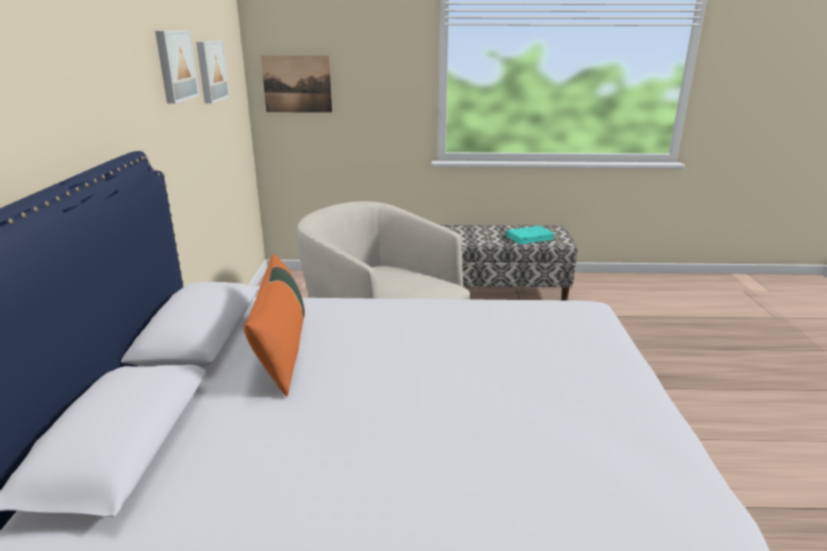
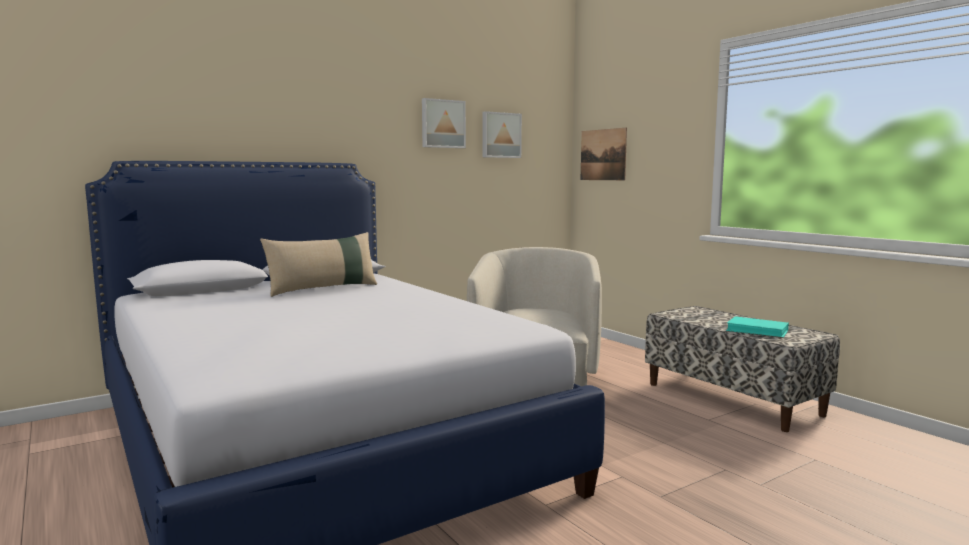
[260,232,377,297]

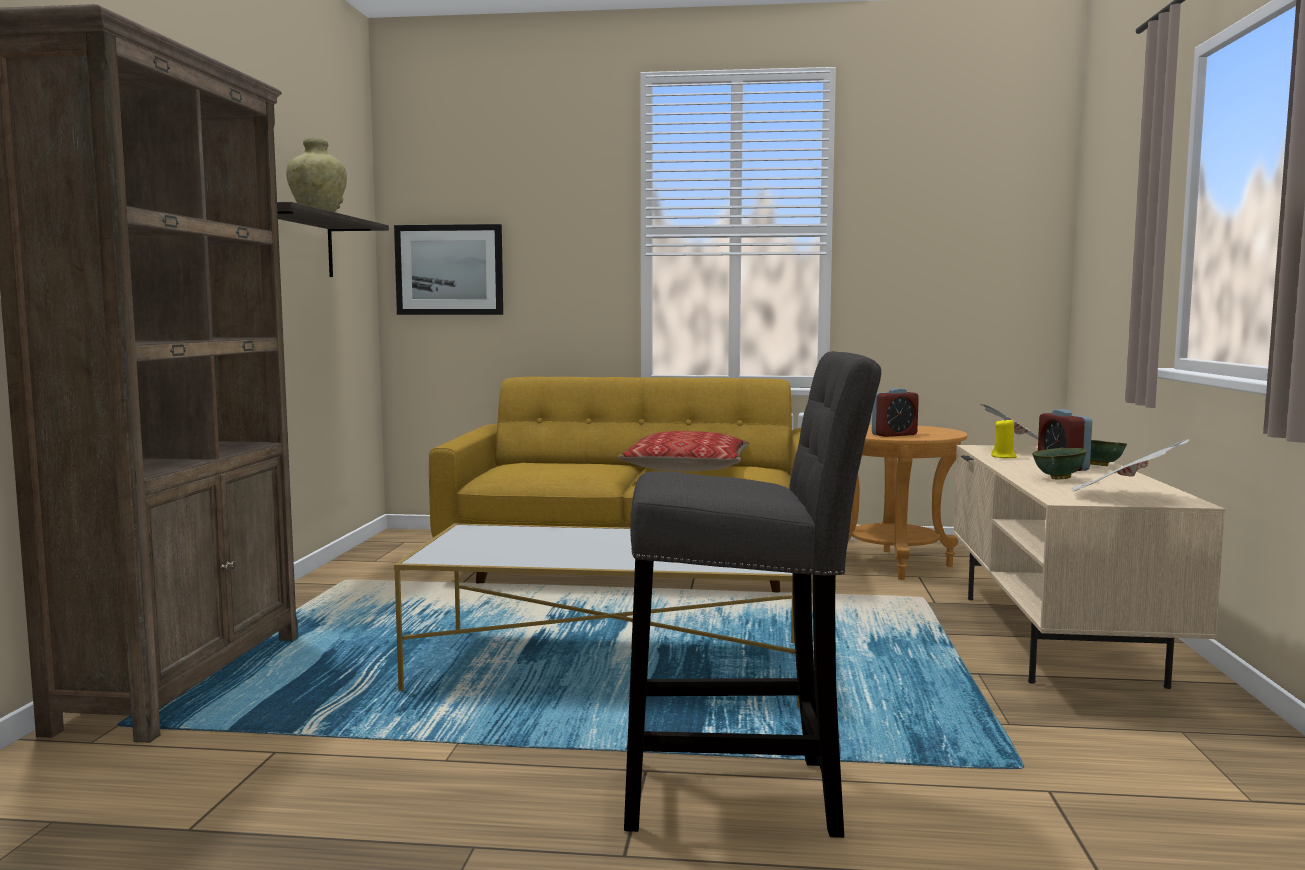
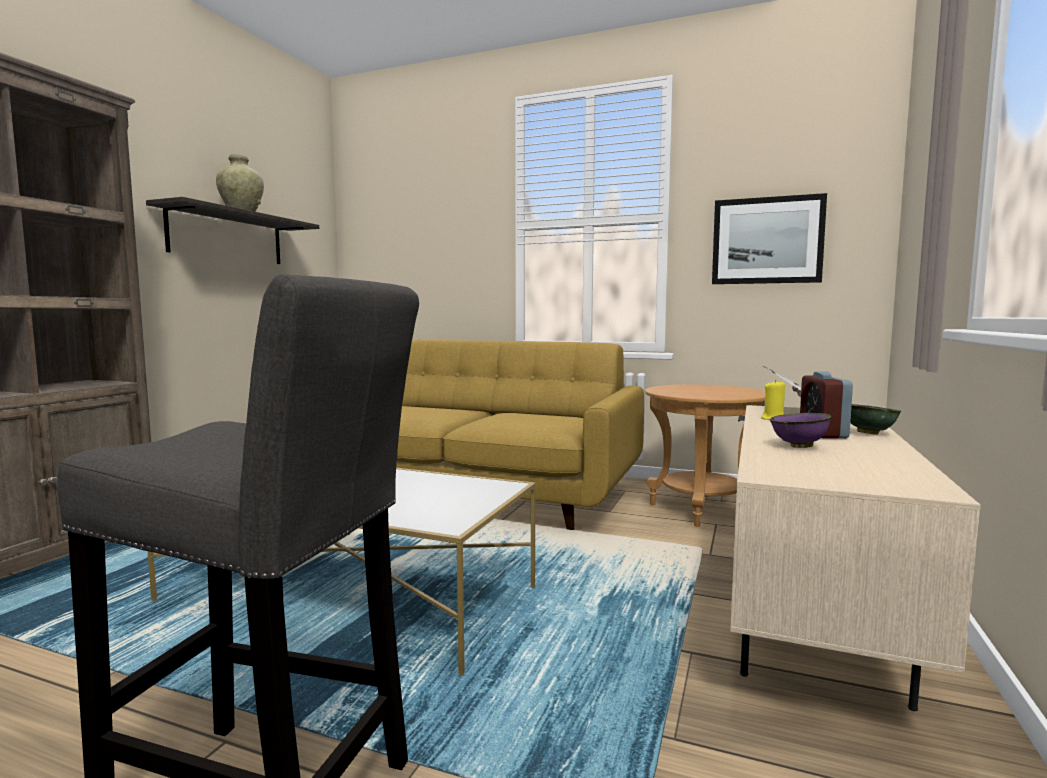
[712,193,827,284]
[770,413,831,448]
[618,431,750,471] (first image)
[872,388,919,437] (first image)
[1071,439,1190,491] (first image)

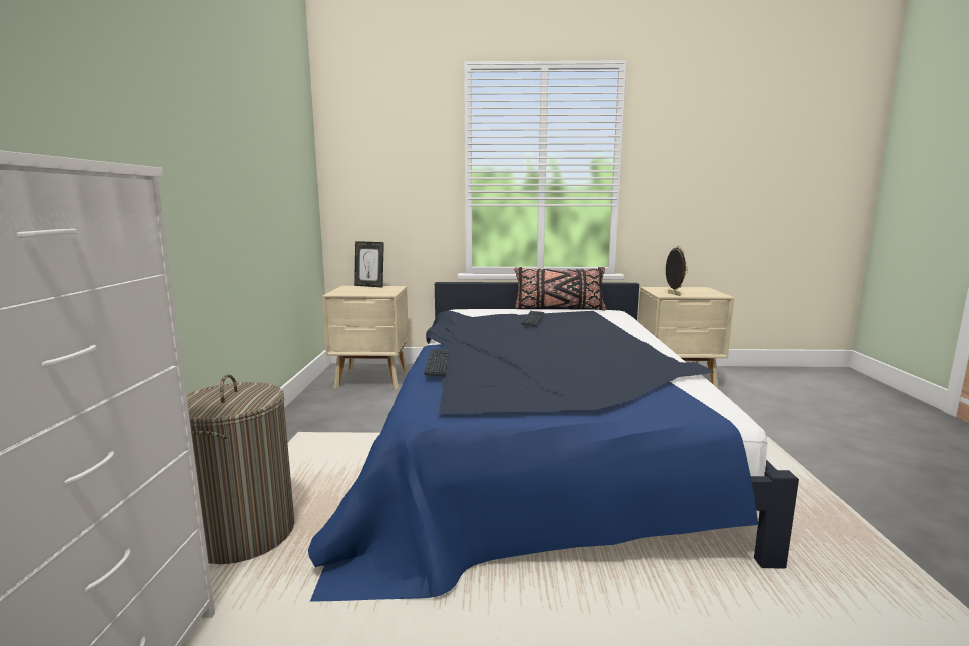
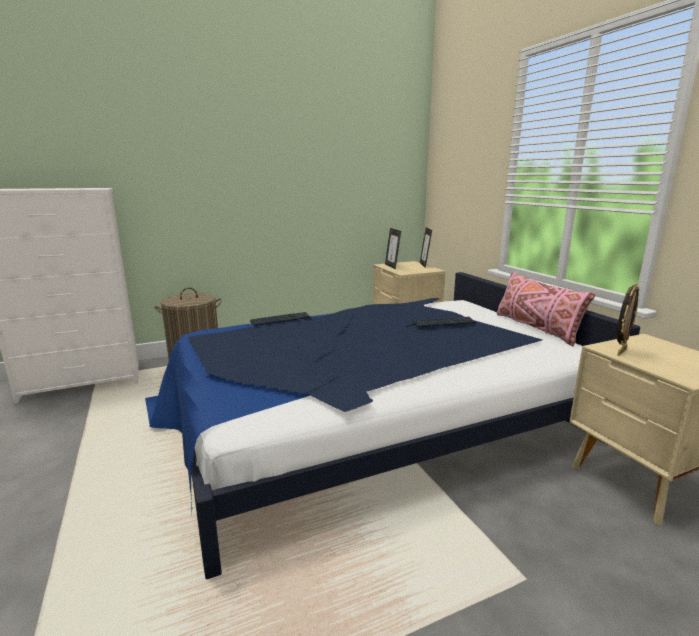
[385,228,401,269]
[497,272,596,346]

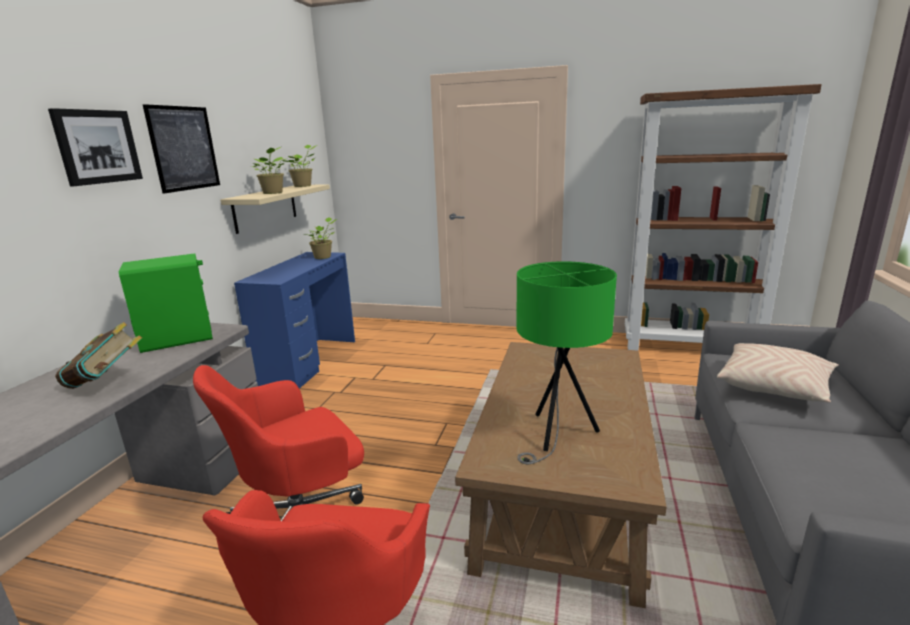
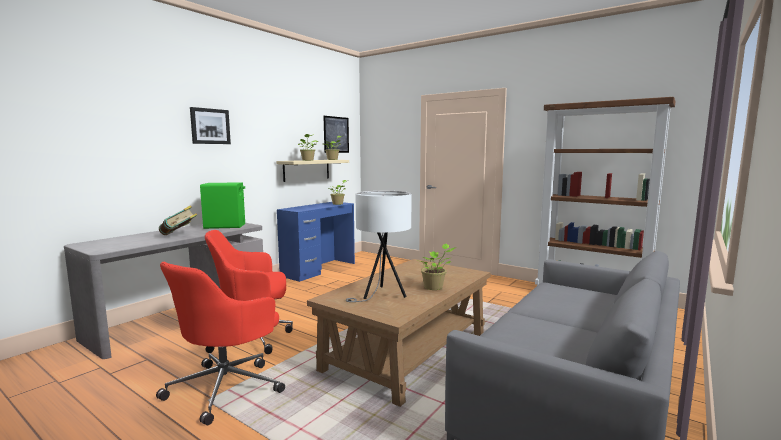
[324,116,349,153]
[346,191,412,302]
[420,243,455,290]
[717,343,839,403] (first image)

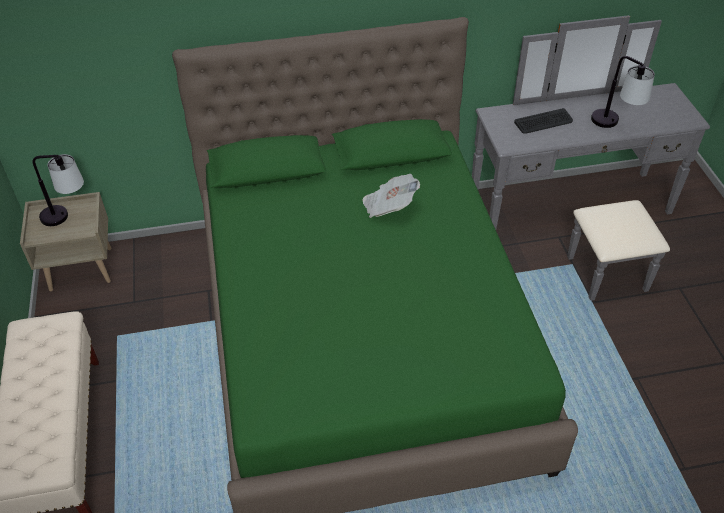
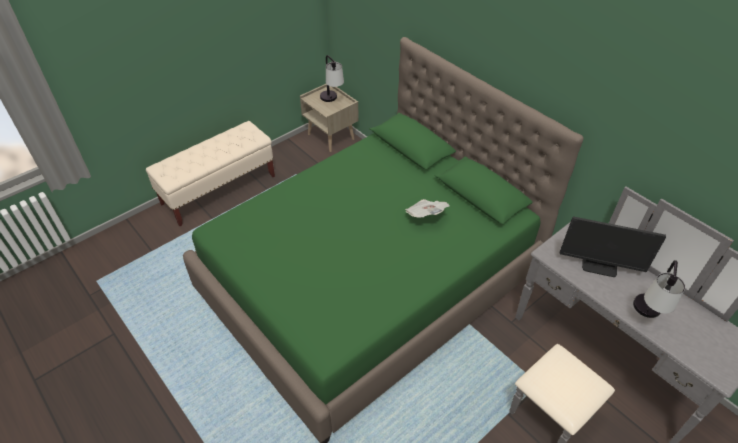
[560,217,666,277]

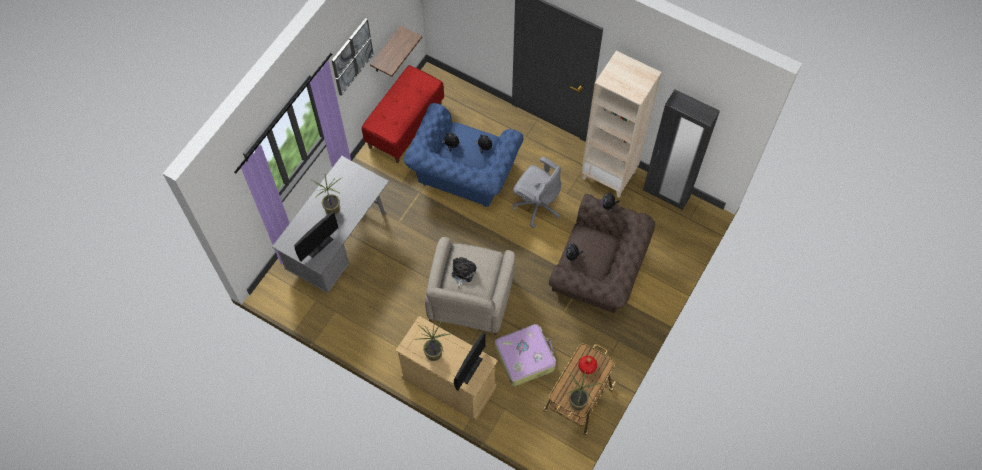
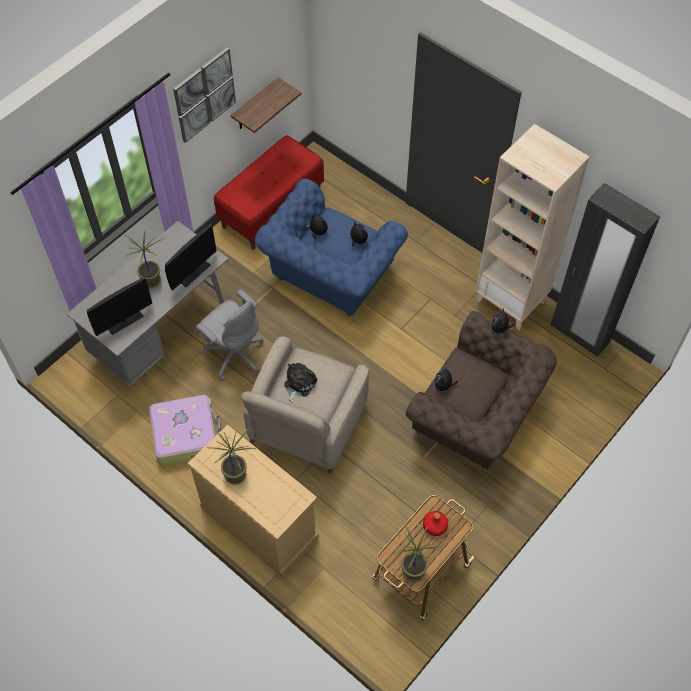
[149,395,220,466]
[165,224,217,291]
[196,289,263,381]

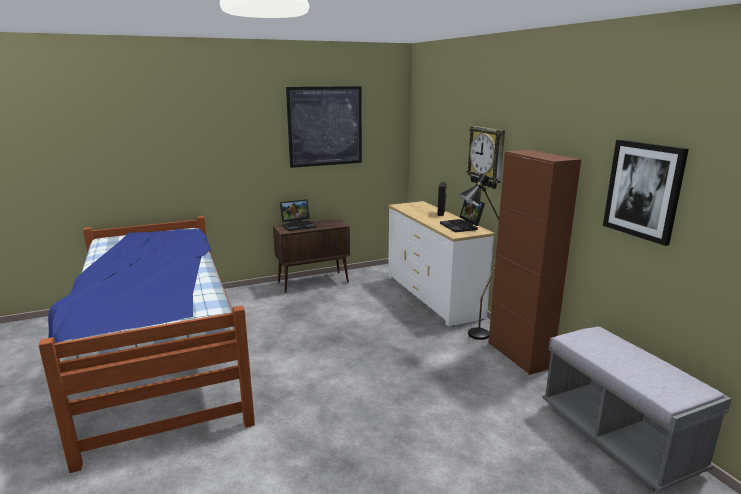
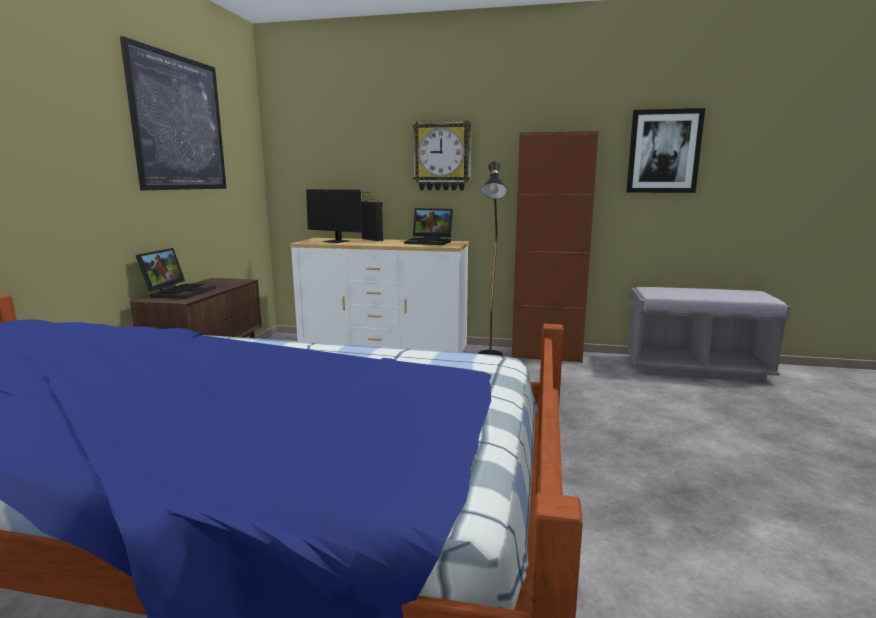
[306,189,374,243]

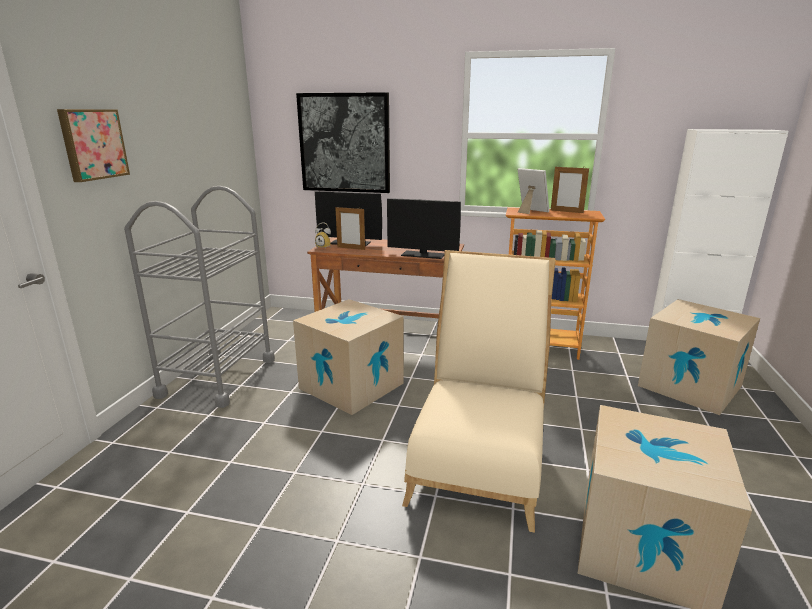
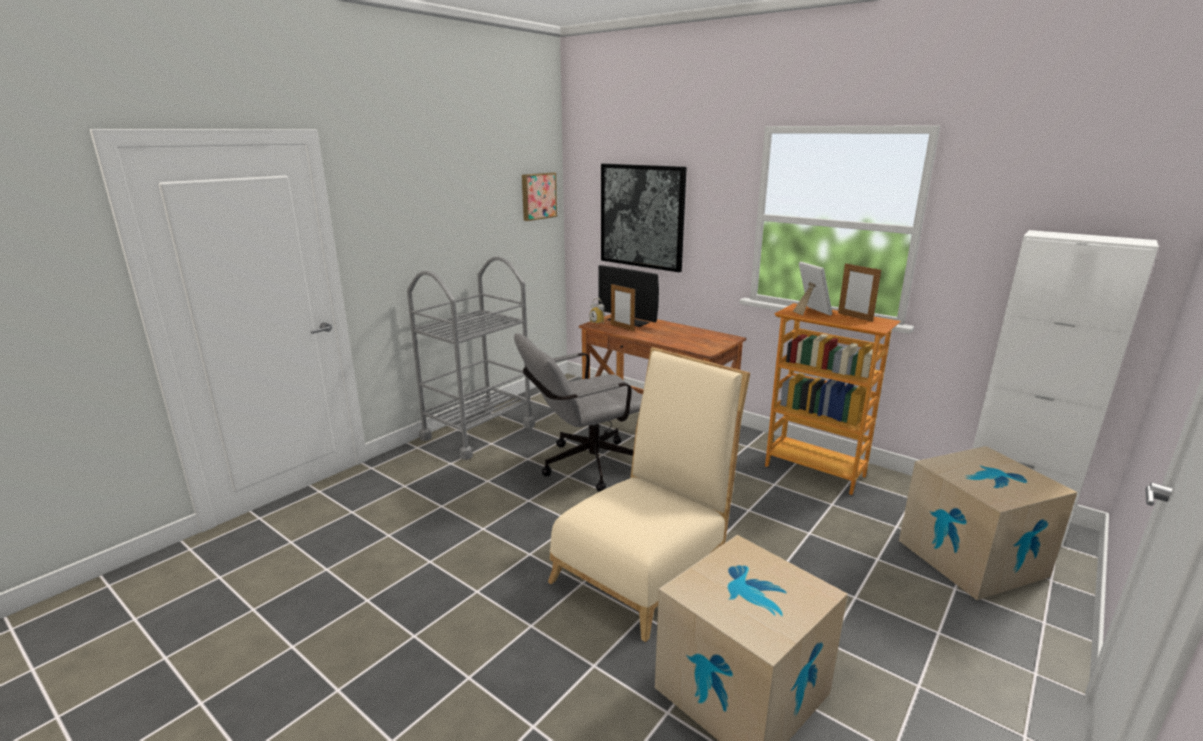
[514,333,643,492]
[522,172,557,221]
[387,198,461,259] (first image)

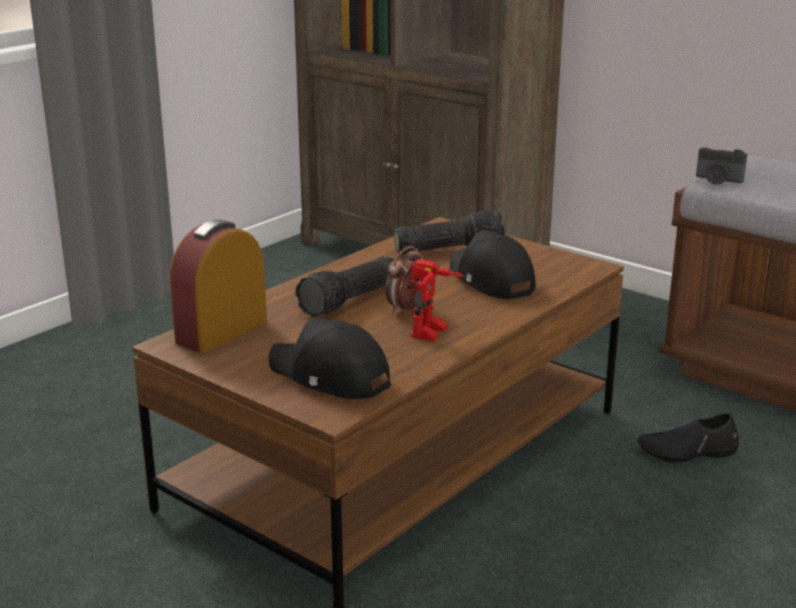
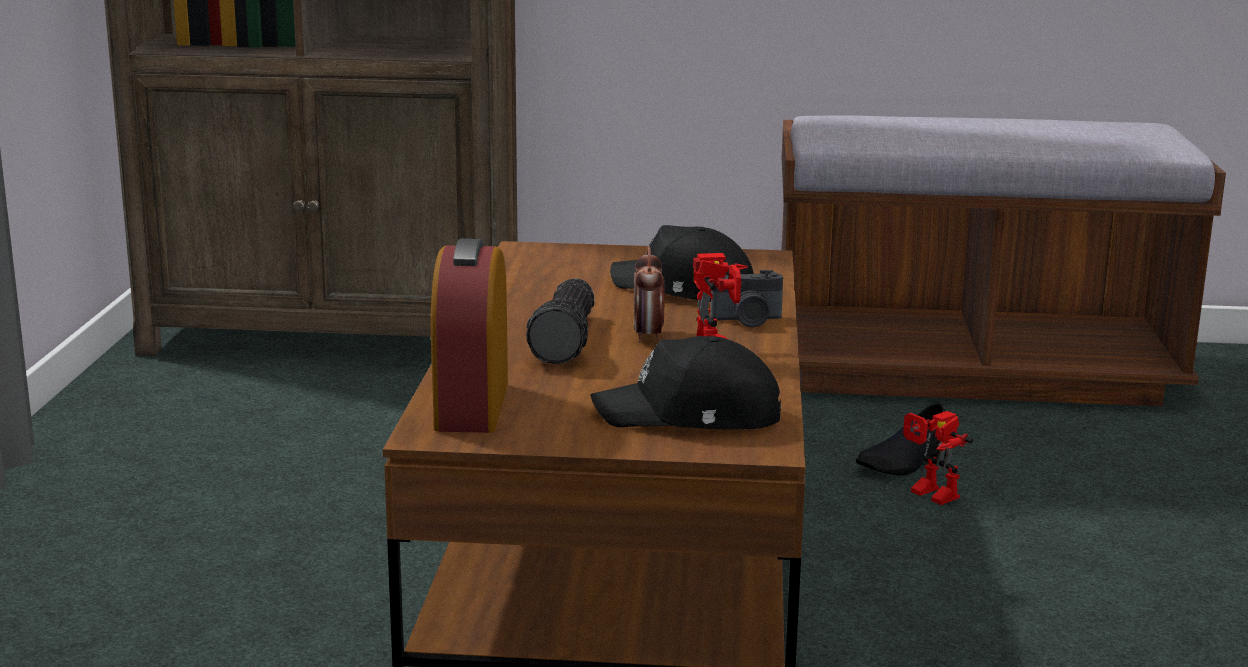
[710,270,783,328]
[903,411,973,505]
[394,210,505,254] (first image)

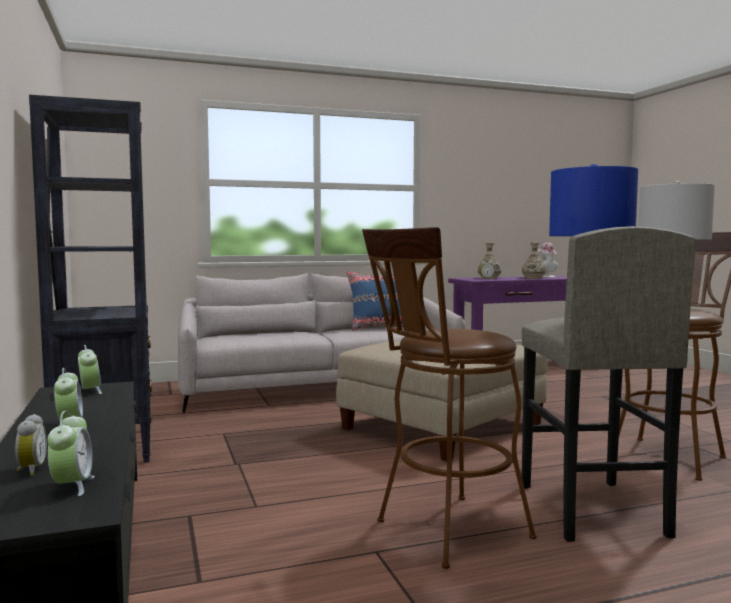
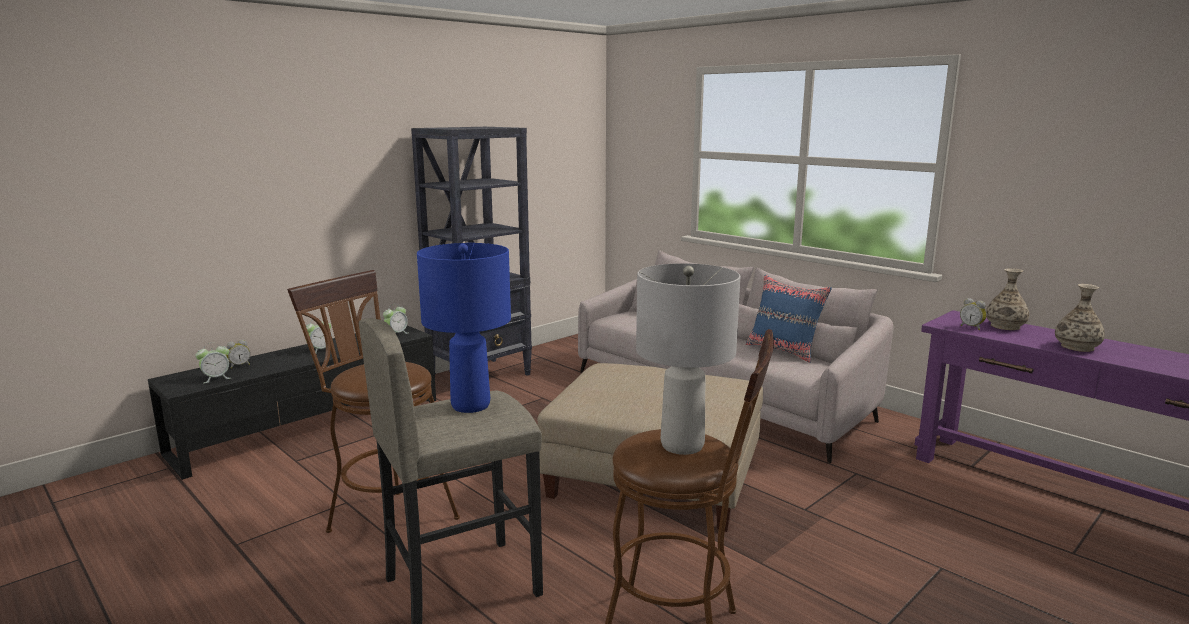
[538,243,558,277] (first image)

